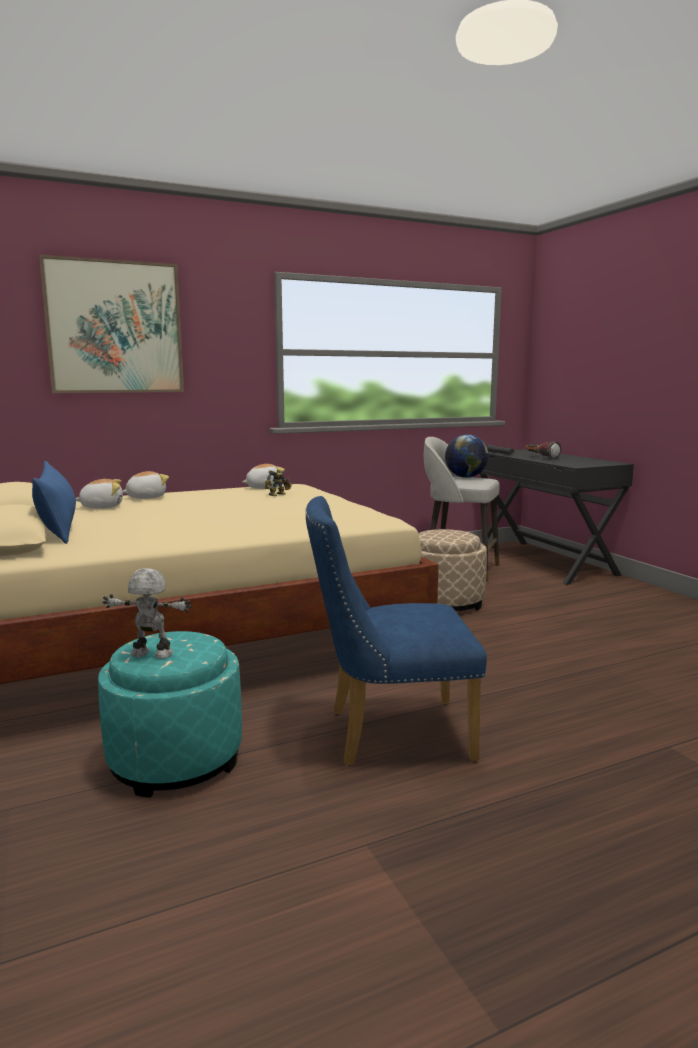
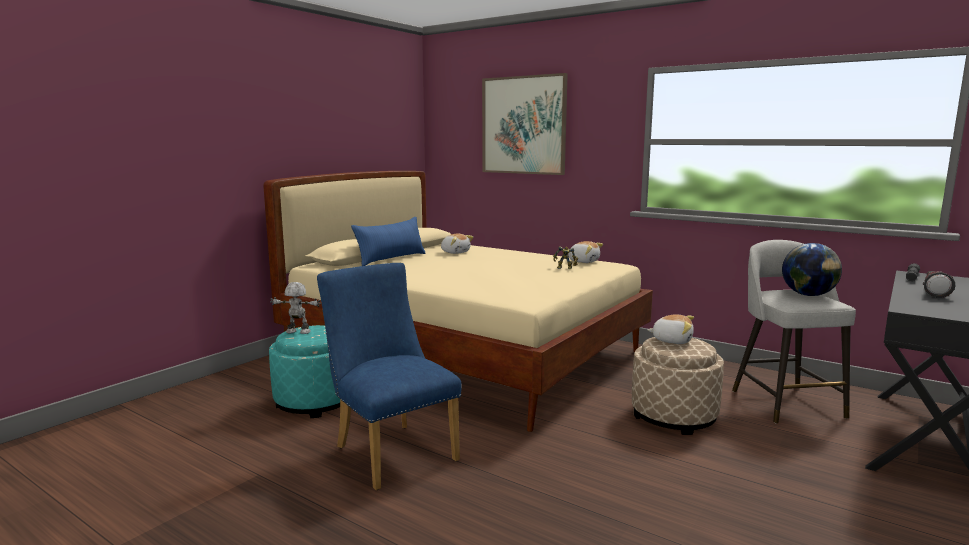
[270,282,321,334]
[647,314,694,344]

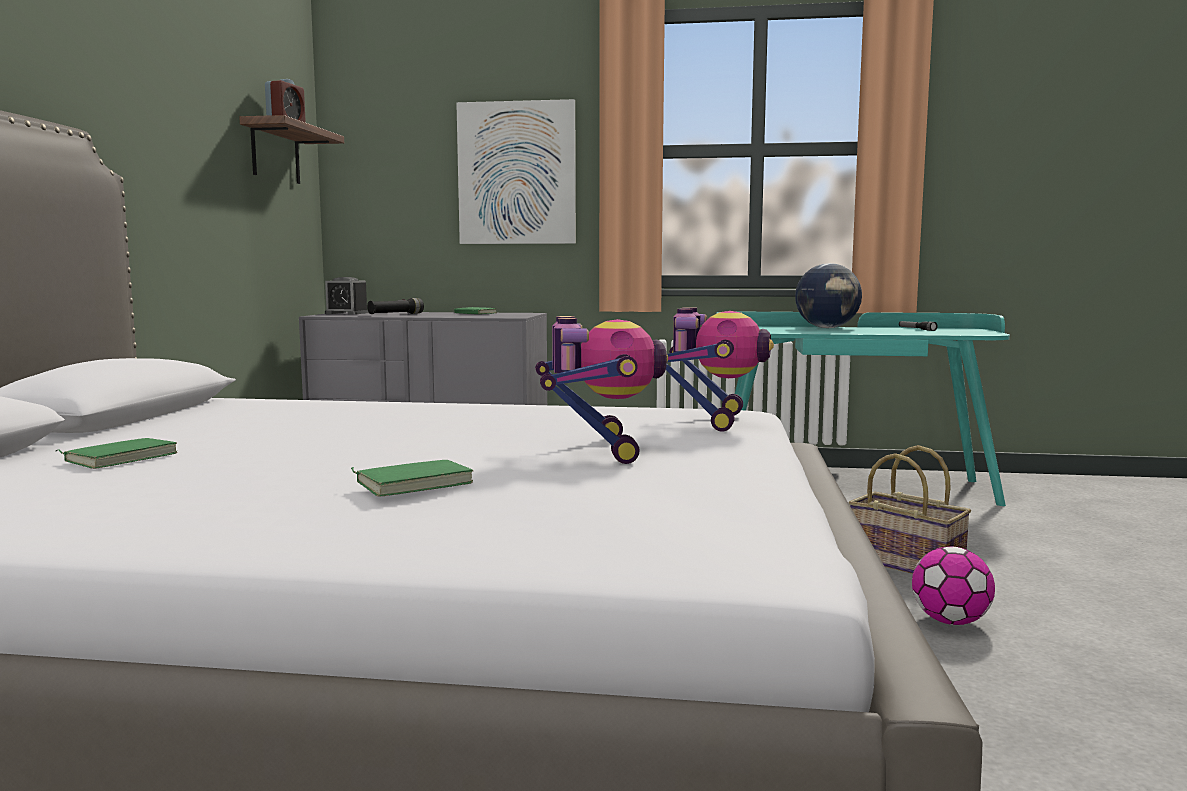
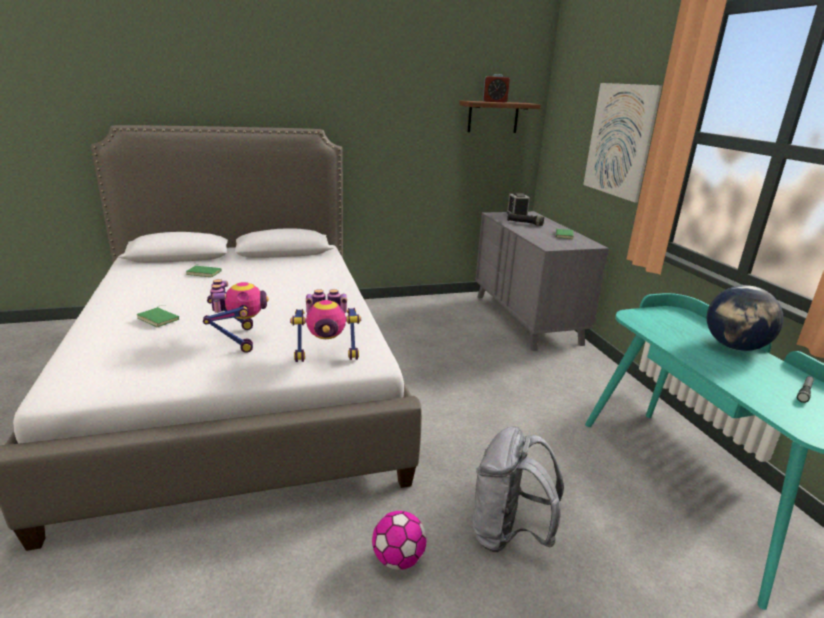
[203,279,269,353]
[473,426,564,552]

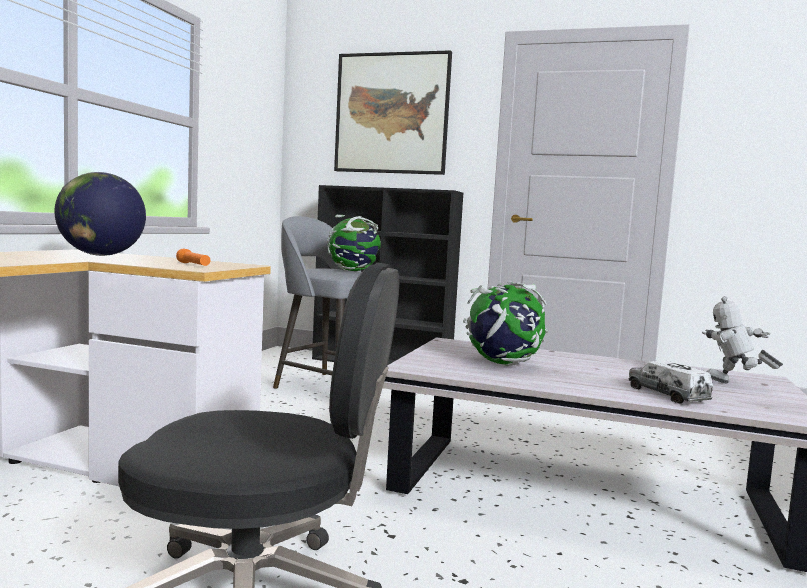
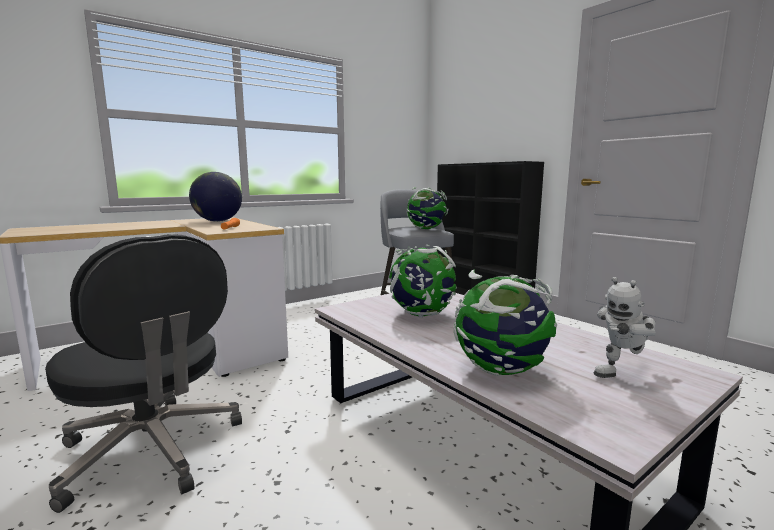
[454,270,558,376]
[594,277,656,378]
[334,50,452,175] (first image)

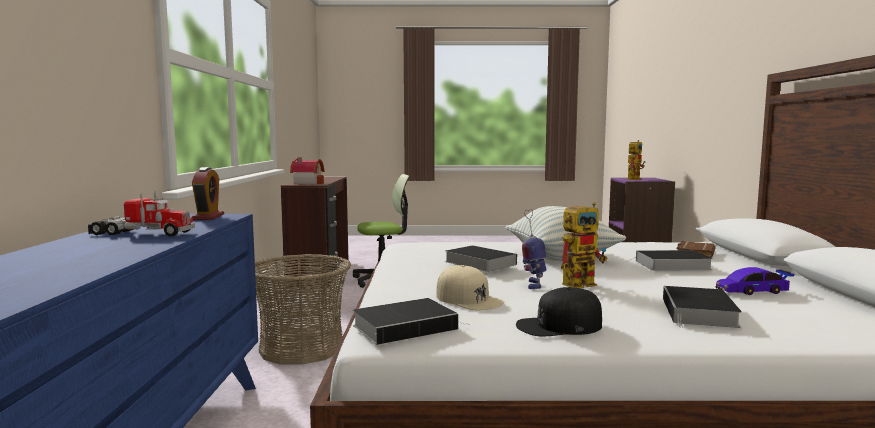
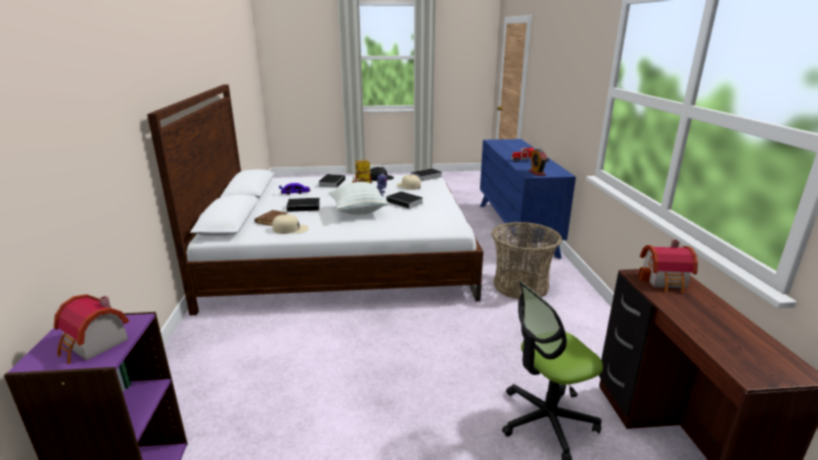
[54,294,129,364]
[272,214,309,234]

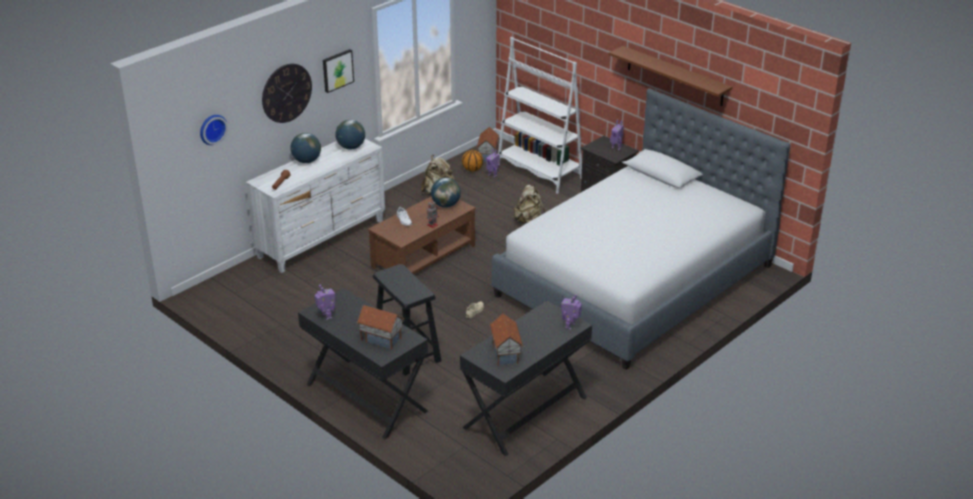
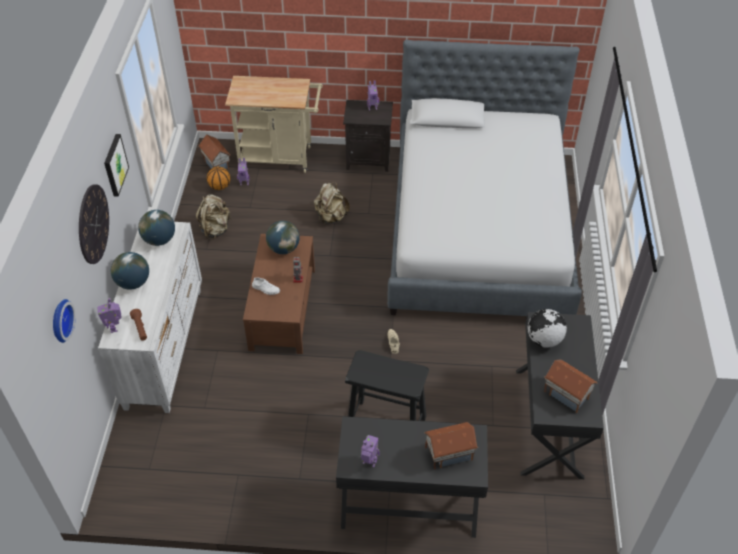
[97,298,121,333]
[225,76,323,173]
[527,309,567,348]
[609,46,732,106] (first image)

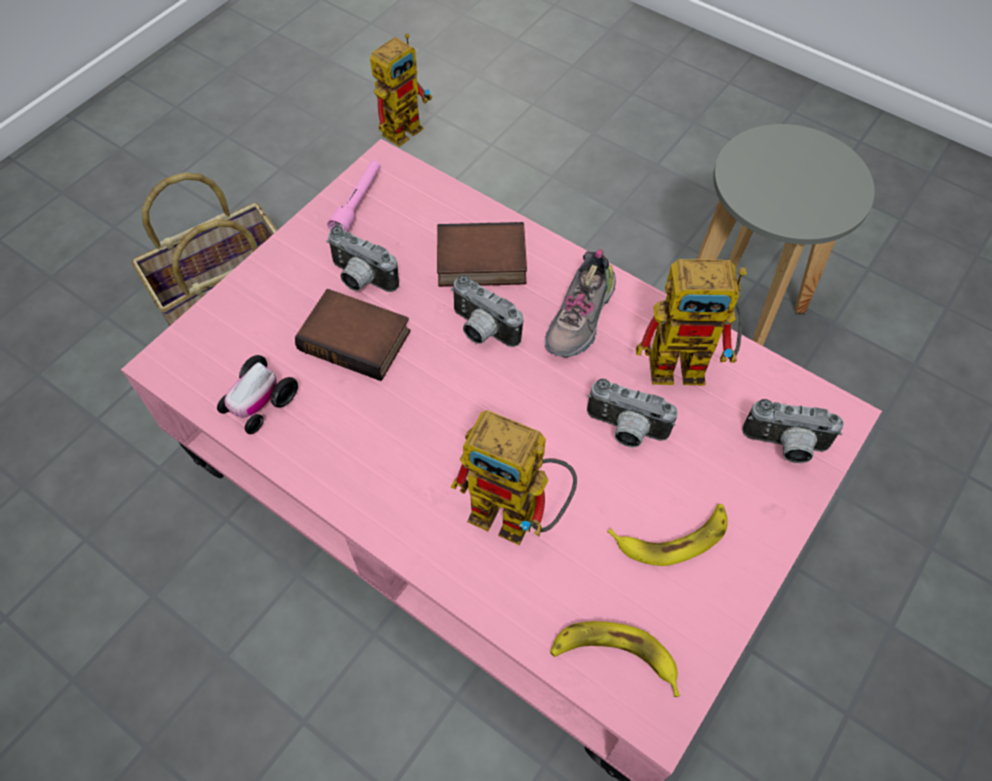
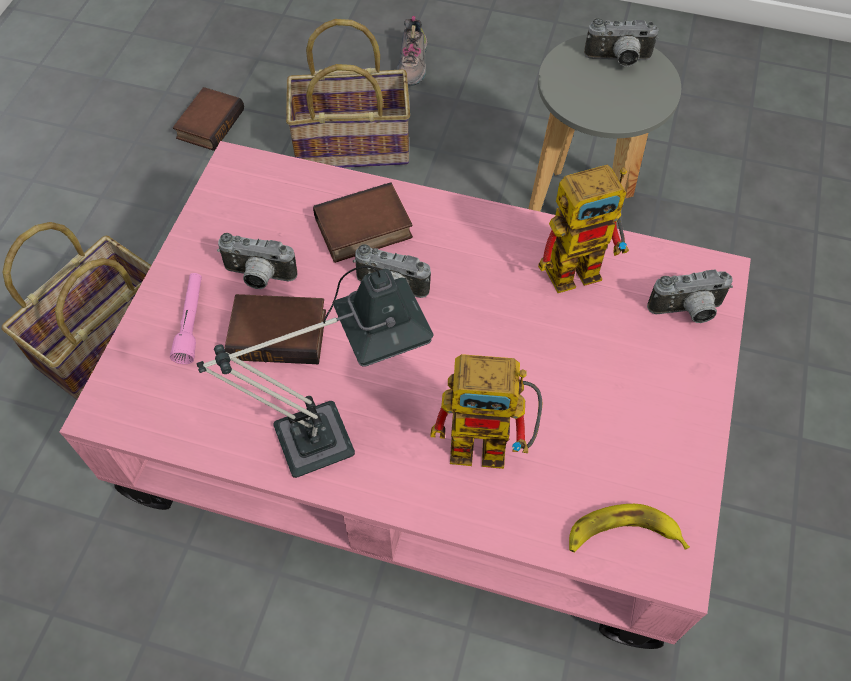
[170,273,202,364]
[173,87,244,151]
[196,266,434,478]
[286,19,410,168]
[397,16,428,86]
[584,18,658,67]
[217,355,298,434] (first image)
[608,504,728,566] (first image)

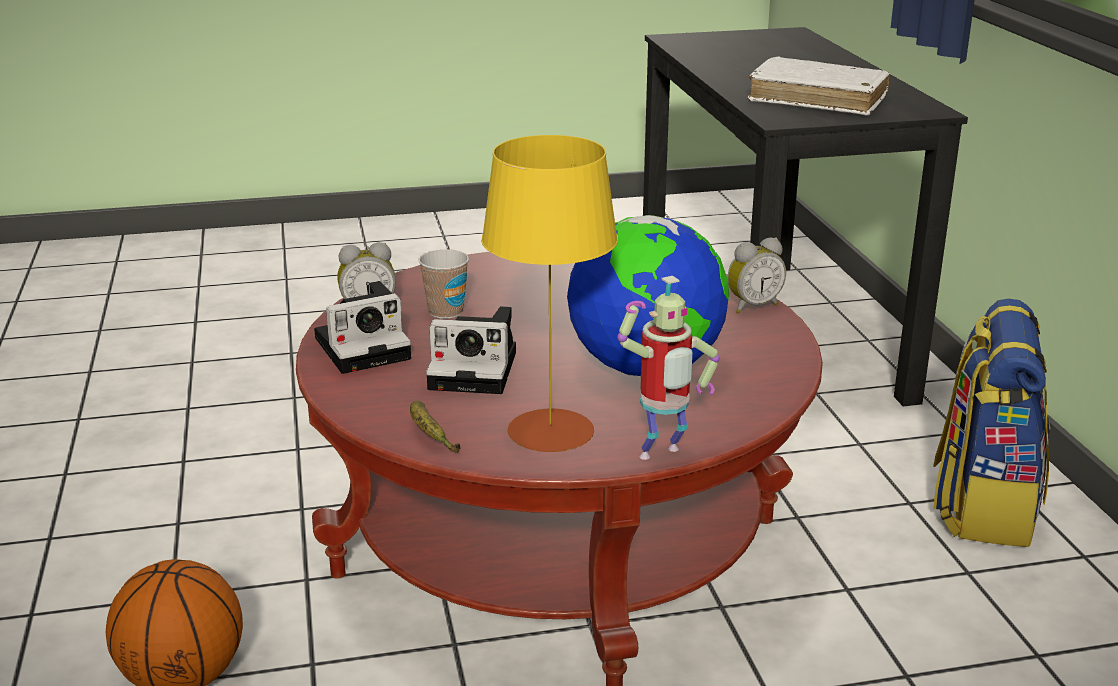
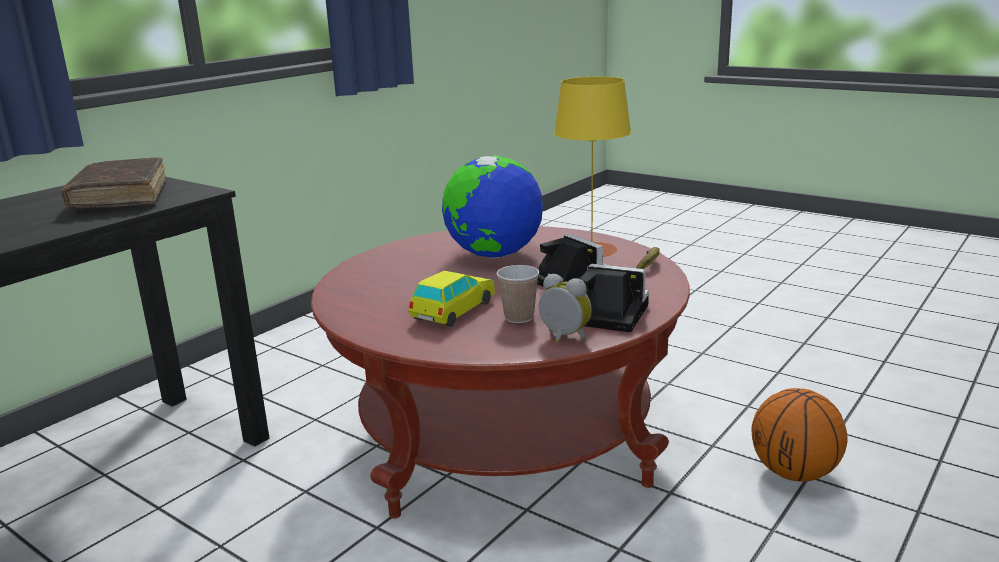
[61,157,166,209]
[408,271,495,327]
[617,276,720,460] (first image)
[727,238,786,313] (first image)
[933,299,1050,547] (first image)

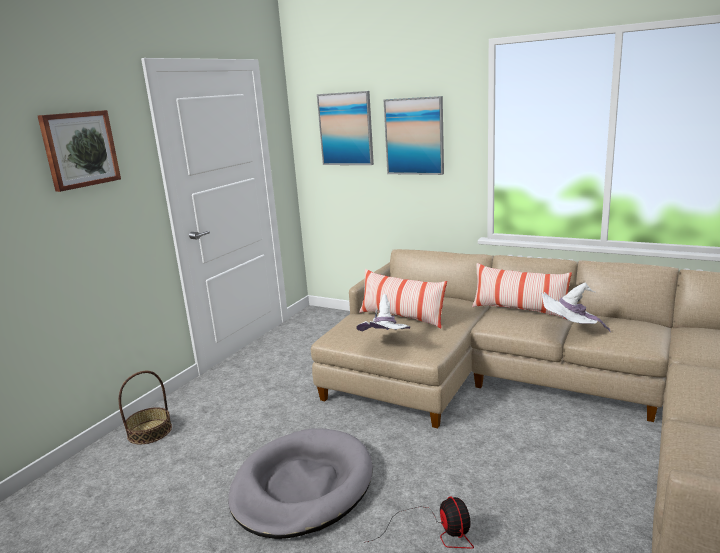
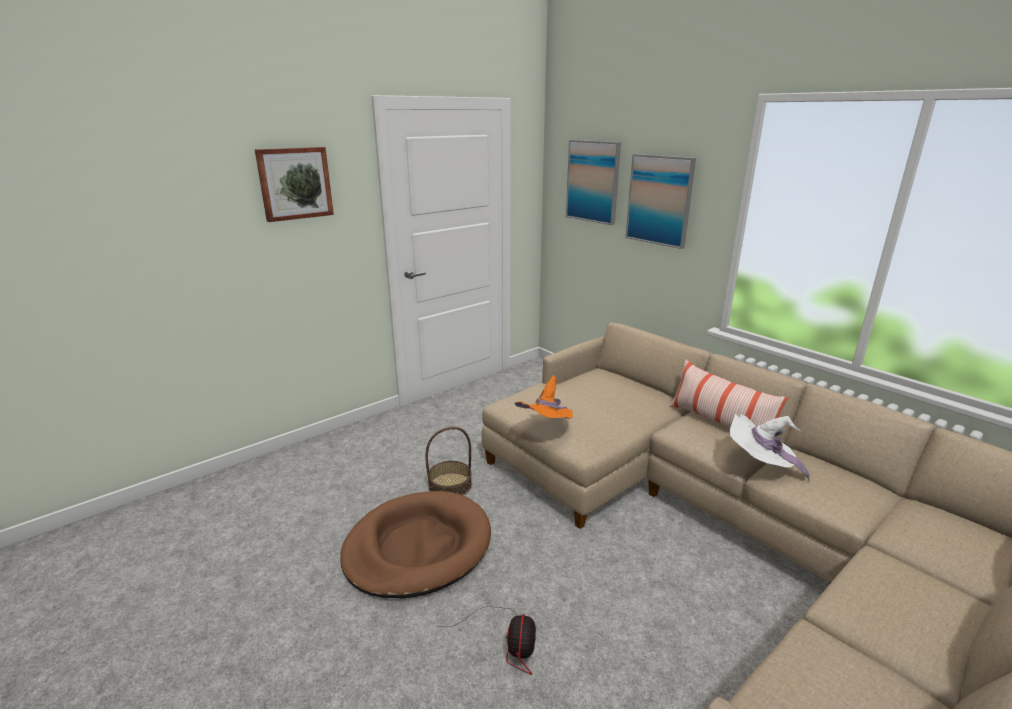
[340,491,491,598]
[425,427,472,496]
[514,375,573,419]
[359,269,447,328] (first image)

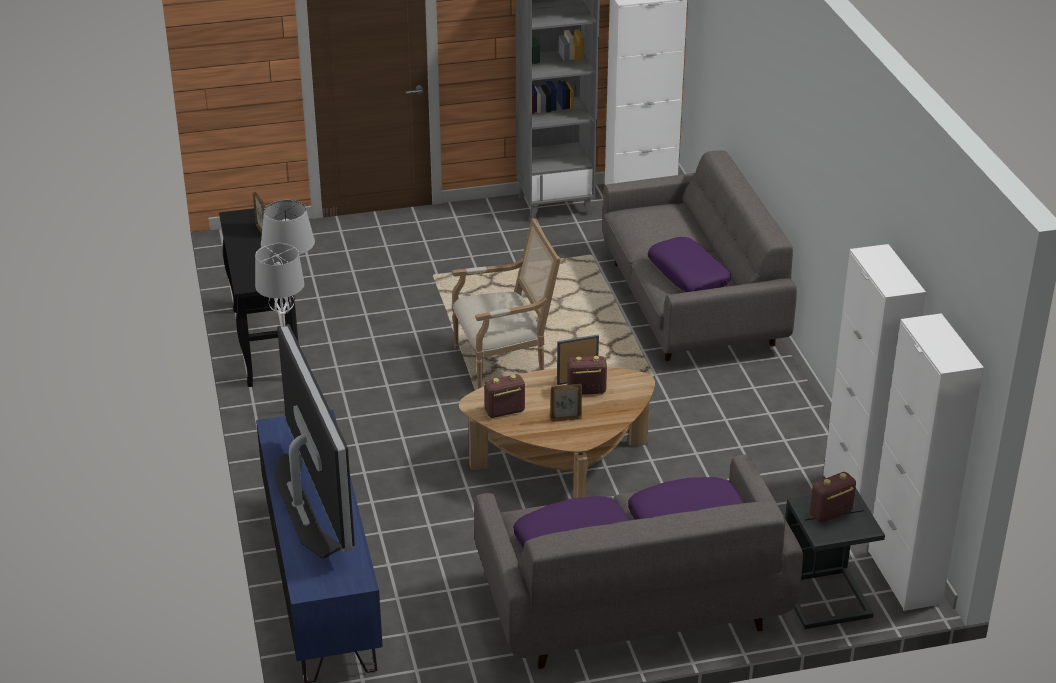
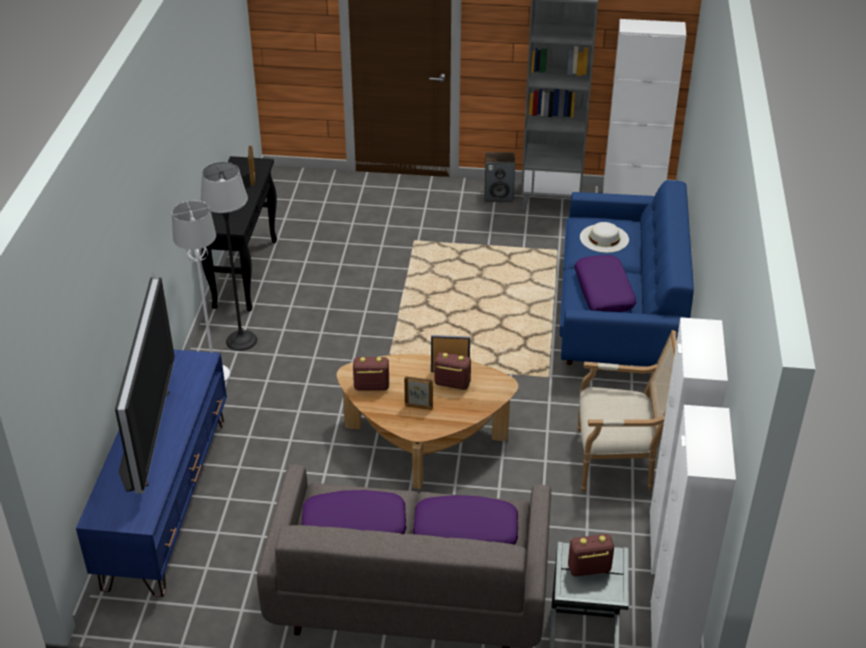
[484,152,515,202]
[559,180,694,366]
[577,330,677,492]
[580,222,629,253]

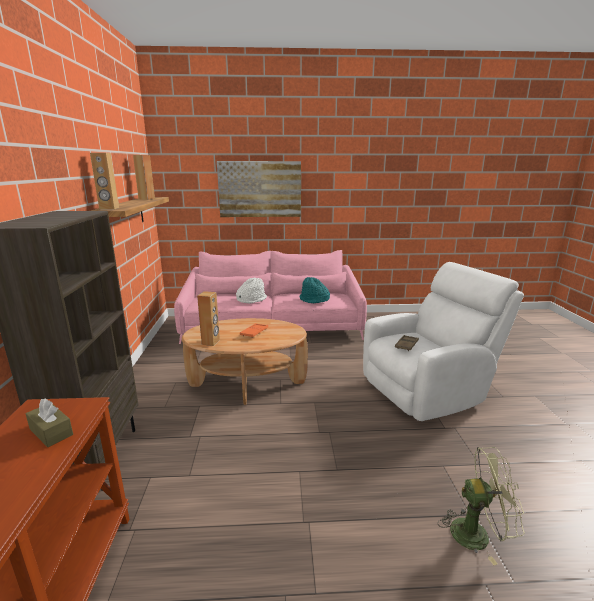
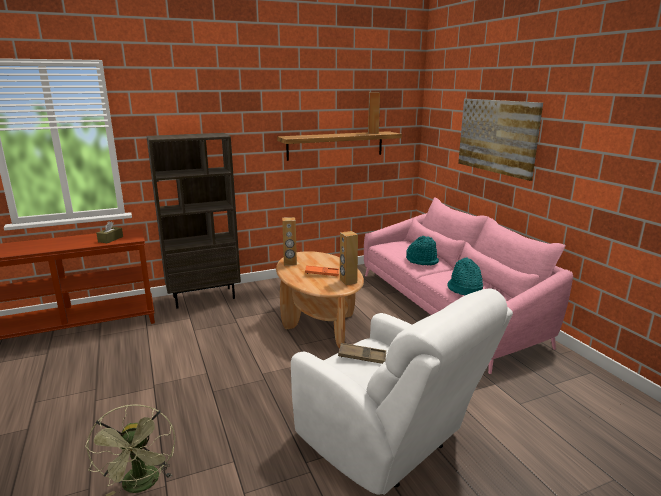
[340,231,358,285]
[406,236,439,265]

